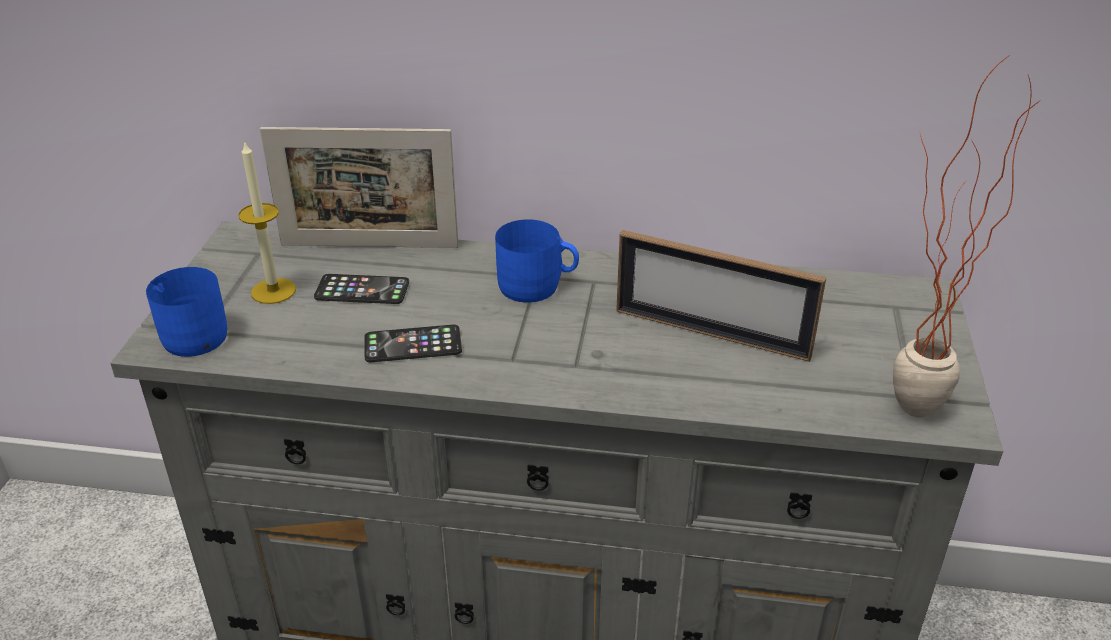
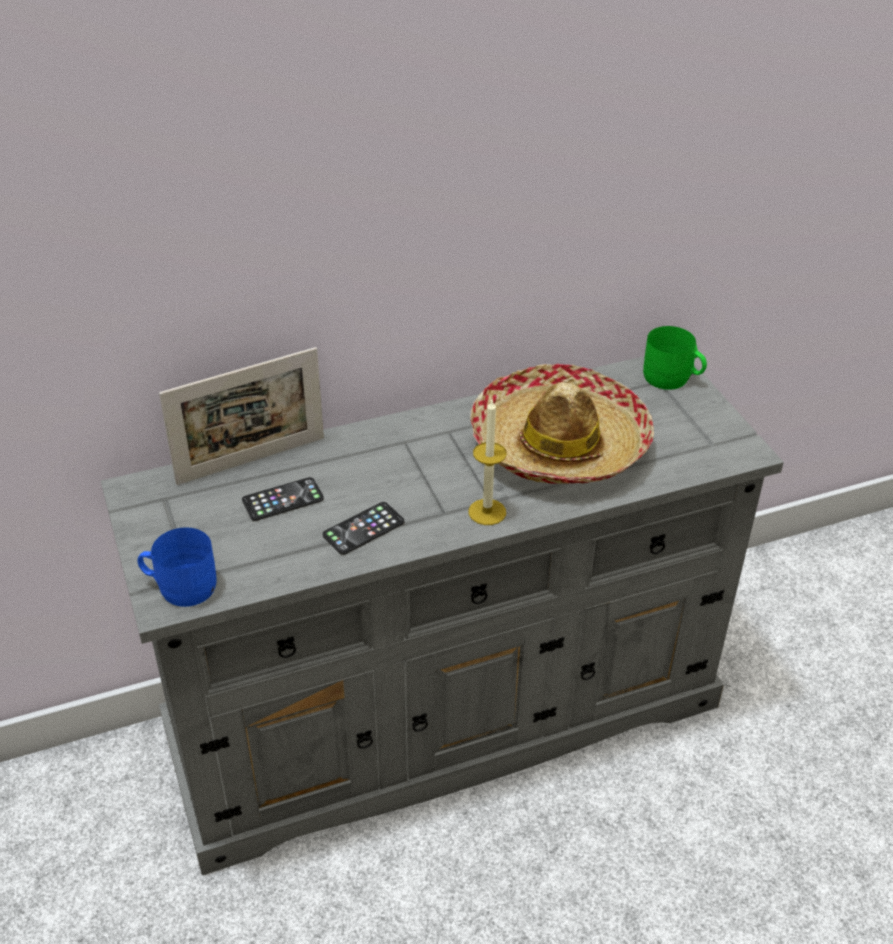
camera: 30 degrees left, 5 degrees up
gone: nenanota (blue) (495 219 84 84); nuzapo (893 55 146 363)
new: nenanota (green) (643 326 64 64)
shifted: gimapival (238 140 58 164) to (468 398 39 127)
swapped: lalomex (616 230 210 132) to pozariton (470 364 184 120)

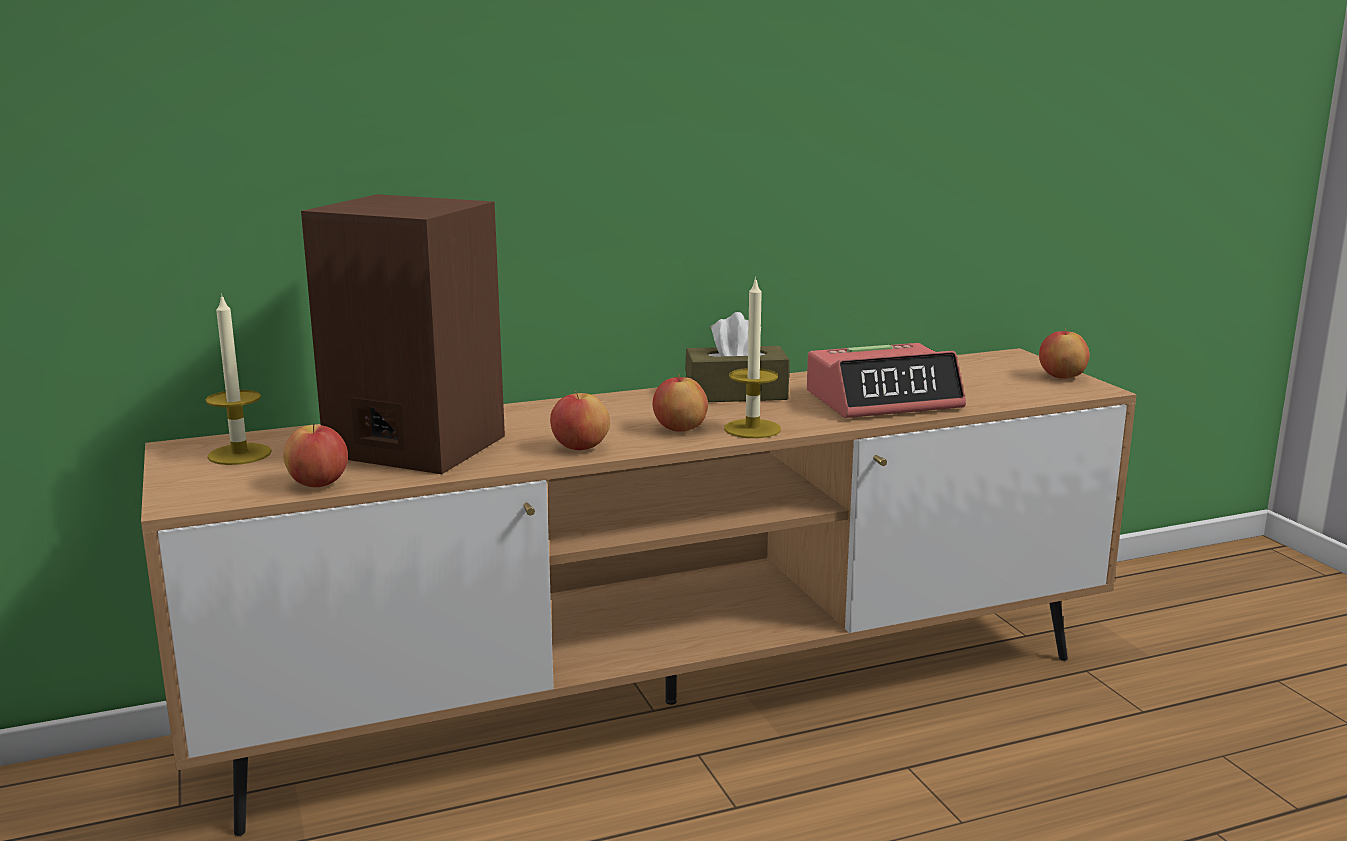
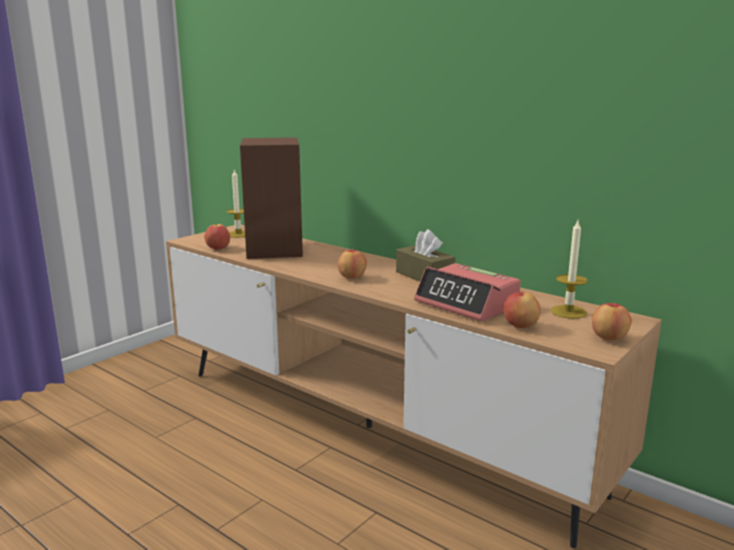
camera: 60 degrees right, 0 degrees up
shifted: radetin (550 391 60 59) to (503 290 38 38); gimapival (724 277 57 161) to (550 221 38 98)

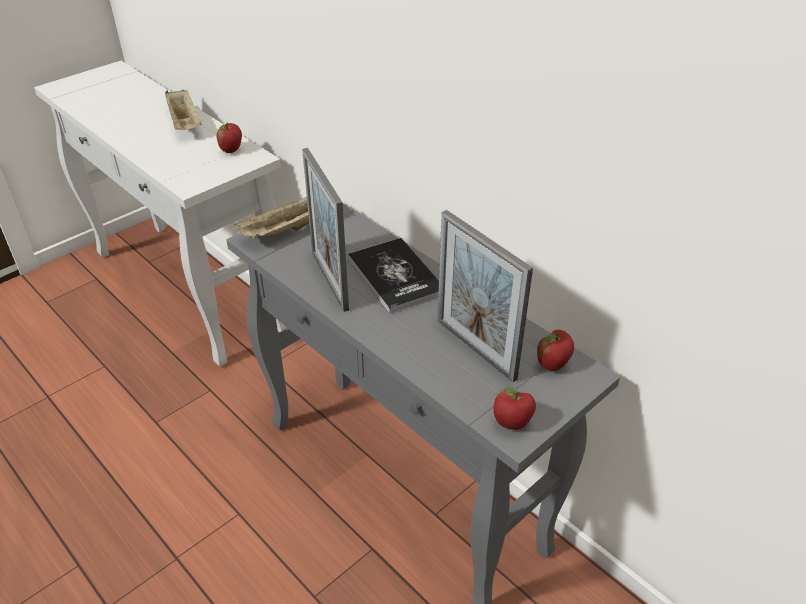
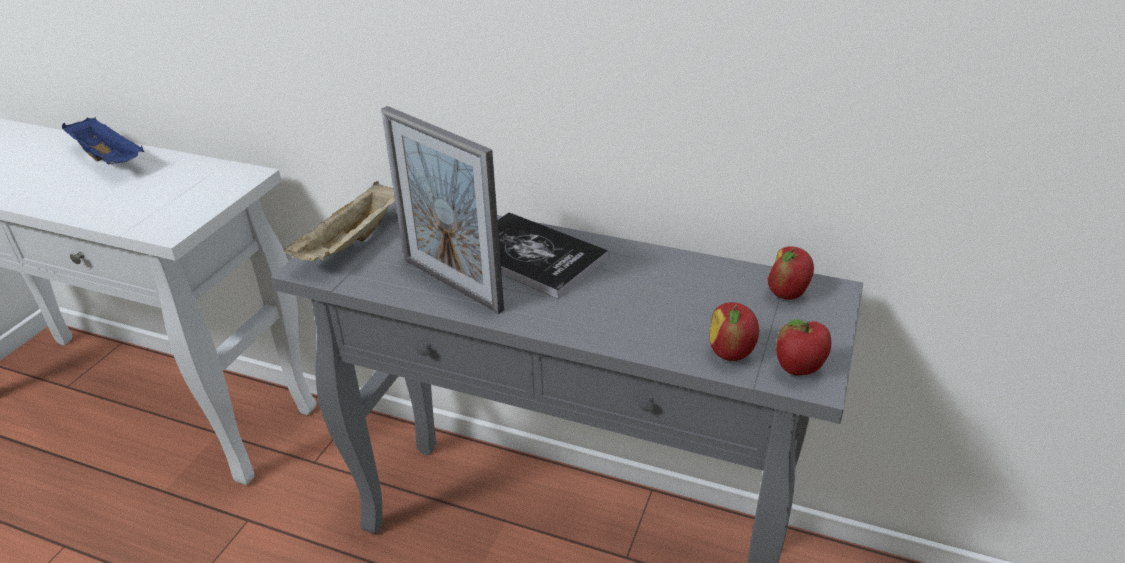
camera: 25 degrees left, 5 degrees down
gone: lalomex (437 210 96 172)
shifted: radetin (217 123 25 30) to (710 302 49 59)
repainted: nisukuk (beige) (165 89 36 41) to nisukuk (blue) (62 117 82 47)

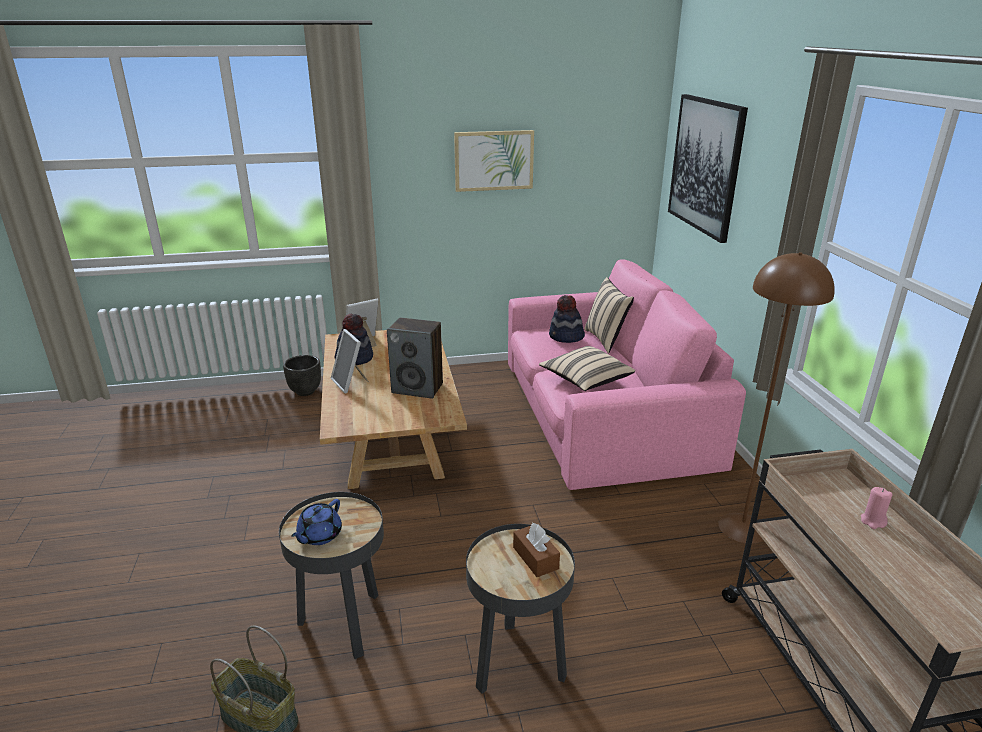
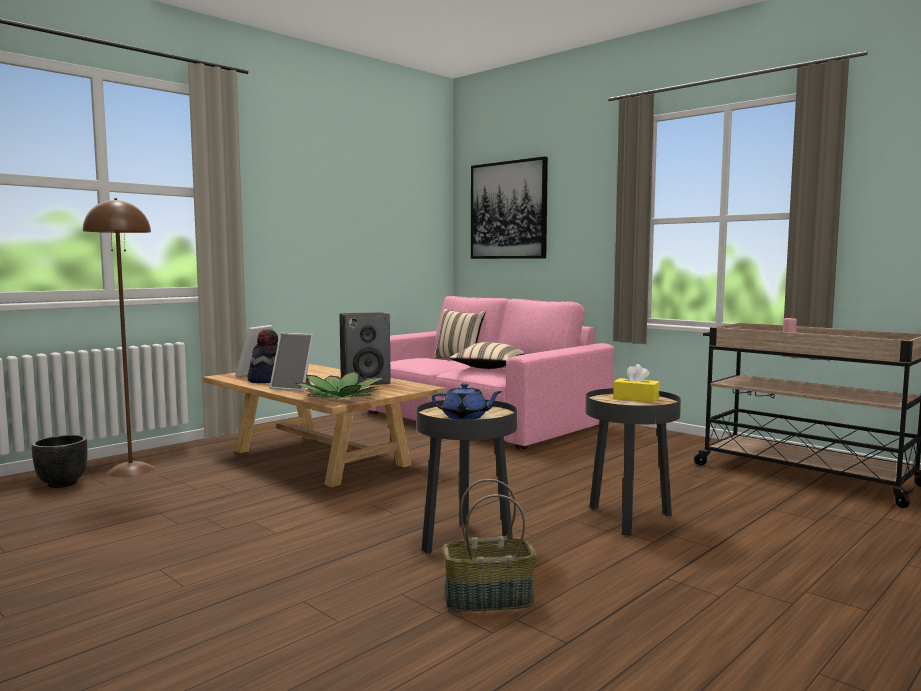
camera: 35 degrees left, 20 degrees down
gone: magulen (454 130 80 62); pozariton (549 295 36 48)
new: nuzapo (295 371 90 28)
shifted: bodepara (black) (283 355 38 41) to (32 435 56 53); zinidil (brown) (718 252 117 292) to (83 198 72 279)
repainted: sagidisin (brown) (513 523 47 54) to sagidisin (yellow) (613 364 47 39)
rotated: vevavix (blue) (291 499 51 46) = (432 383 70 37) 75 degrees counterclockwise

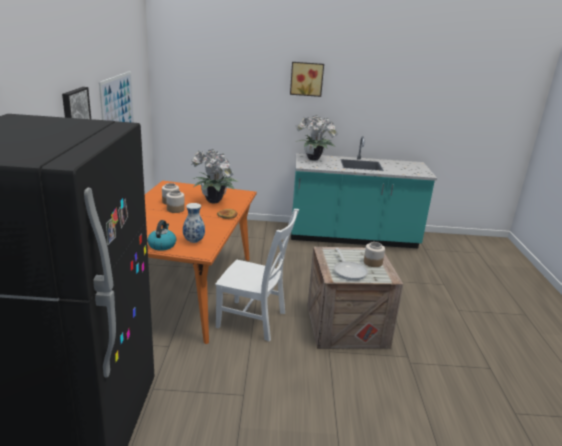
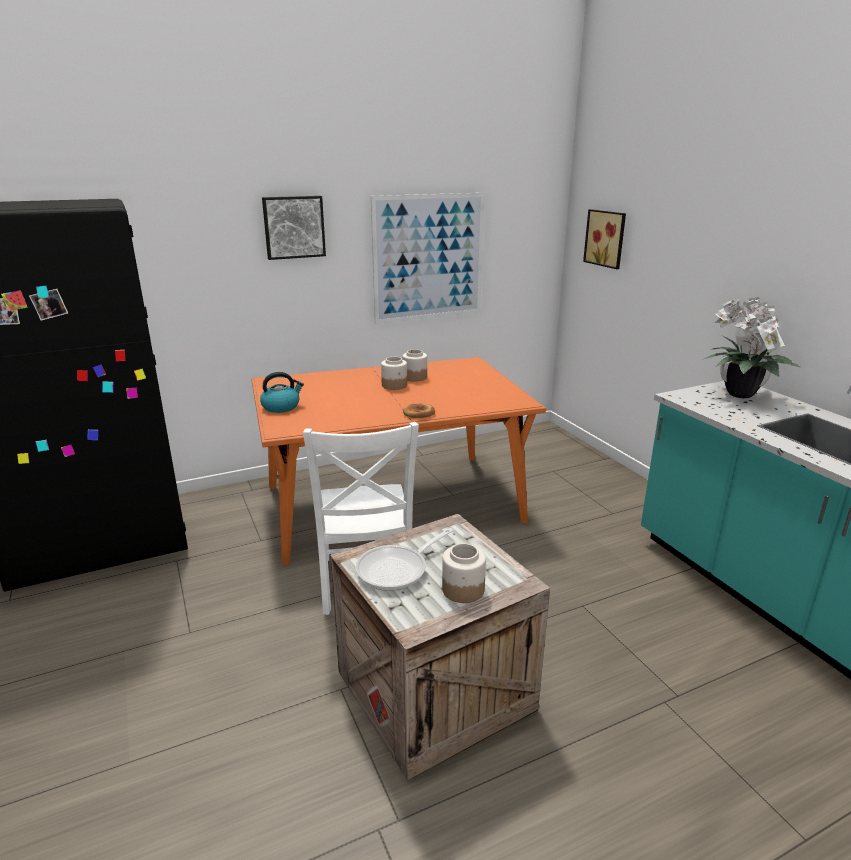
camera: 65 degrees right, 0 degrees up
gone: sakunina (183 203 22 40); nuzapo (191 149 46 54)
shifted: magulen (290 62 34 35) to (583 209 43 60)

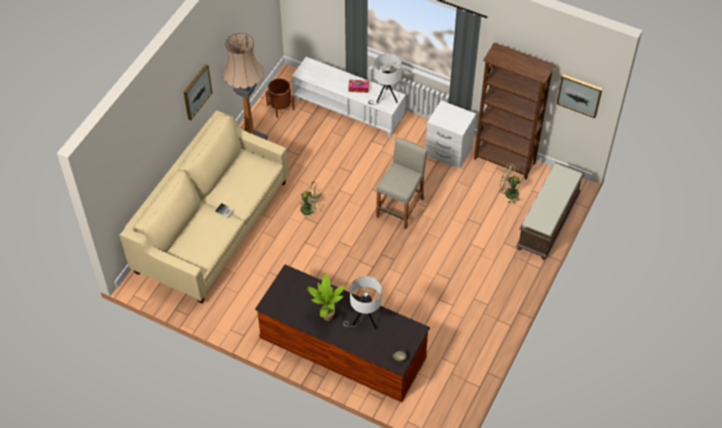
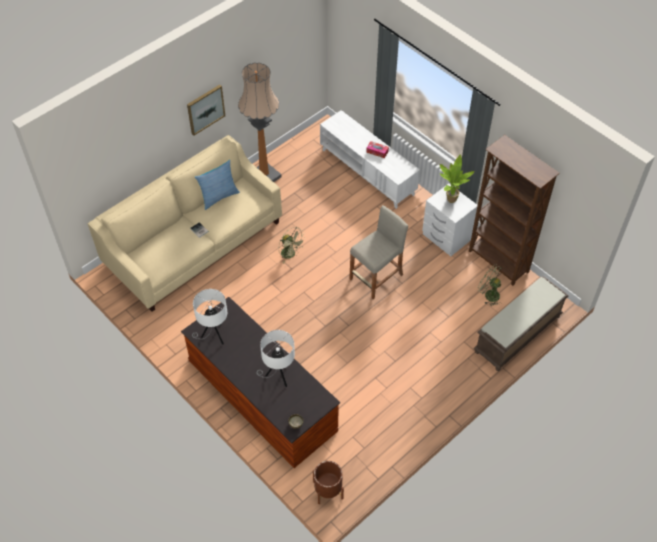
camera: 20 degrees right, 0 degrees up
gone: magulen (557 74 46 44)
new: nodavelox (195 160 45 50)
shifted: bodepara (brown) (266 78 28 40) to (313 461 31 43); nuzapo (307 272 38 49) to (440 155 35 48); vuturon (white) (368 53 34 52) to (192 289 35 56)

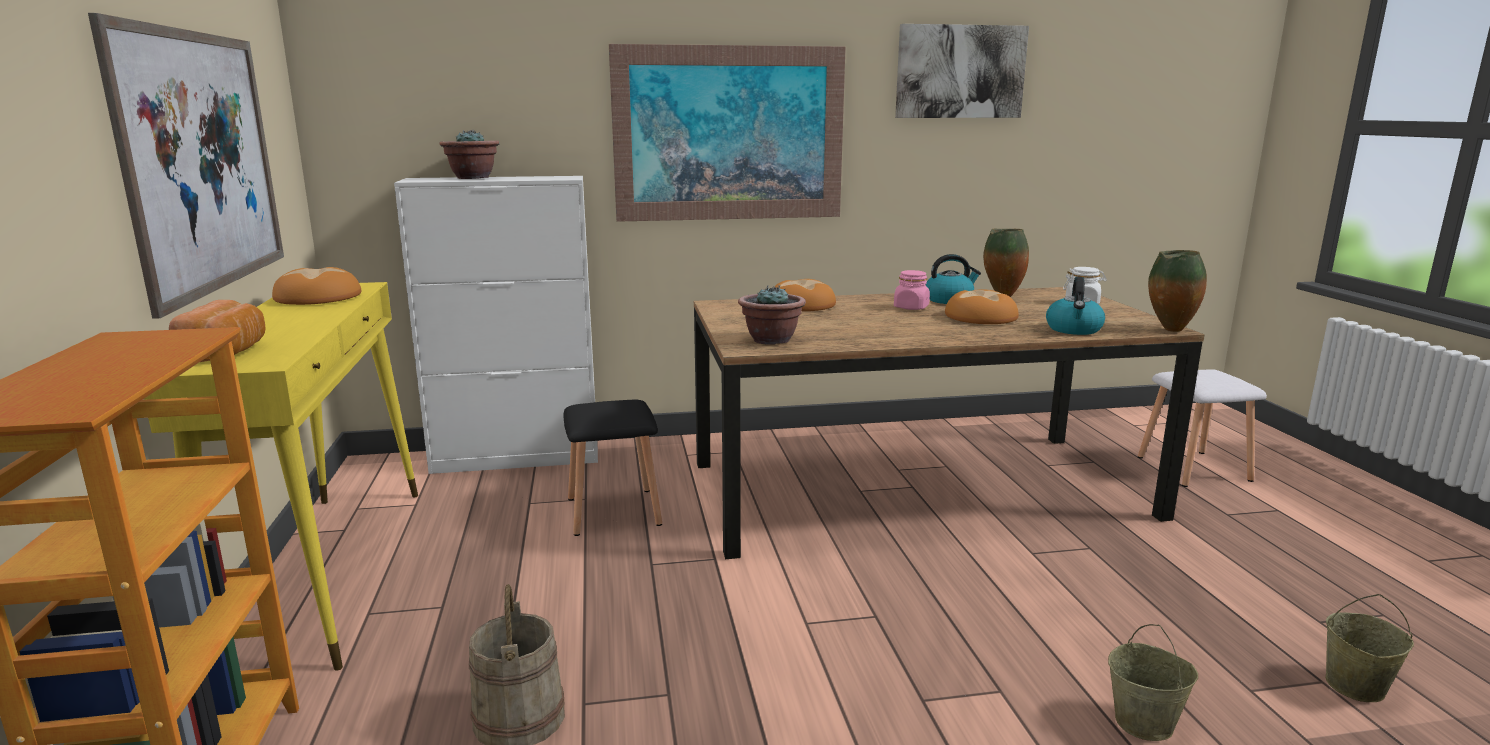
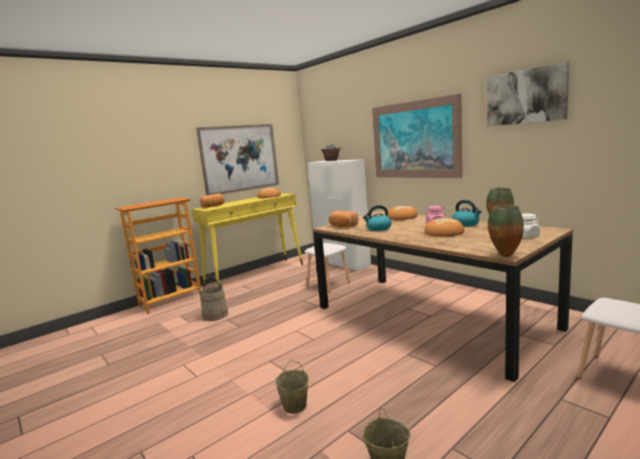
camera: 60 degrees right, 5 degrees down
shifted: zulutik (1046 277 59 58) to (363 205 28 26)
swapped: nuzapo (738 285 68 60) to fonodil (329 210 29 17)
repainted: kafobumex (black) (564 400 98 136) to kafobumex (white) (305 243 45 50)

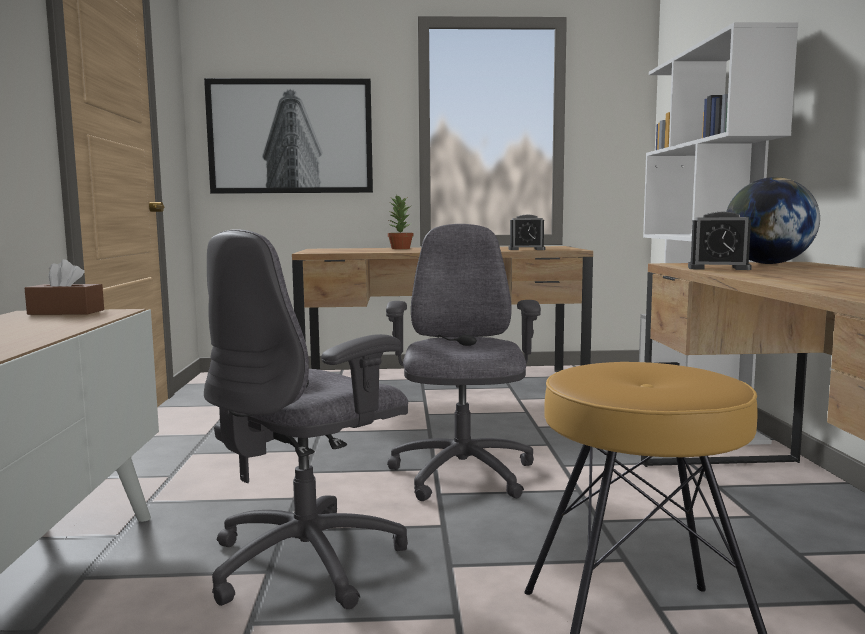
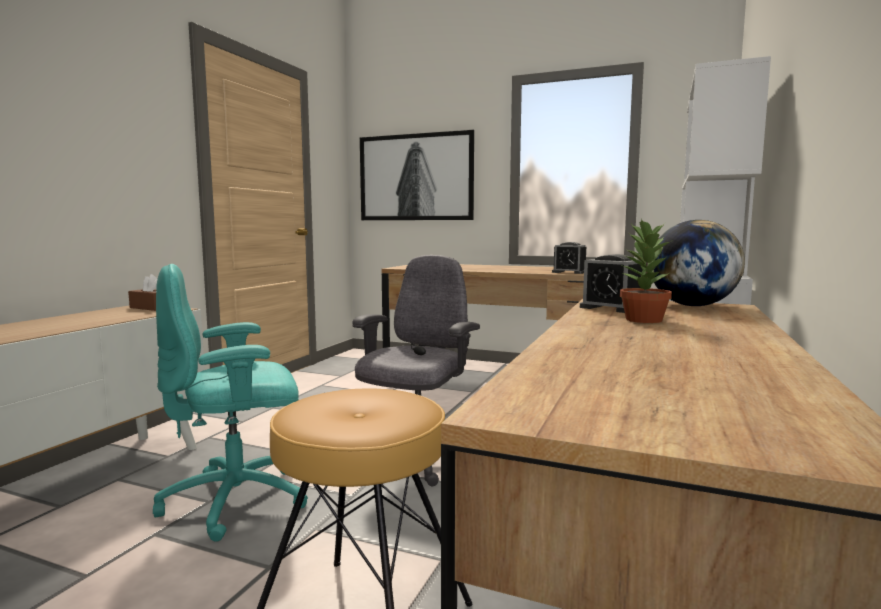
camera: 25 degrees right, 0 degrees up
shifted: nuzapo (388 195 25 54) to (620 219 53 104)
repainted: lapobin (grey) (204 229 204 380) to lapobin (turquoise) (153 264 155 278)

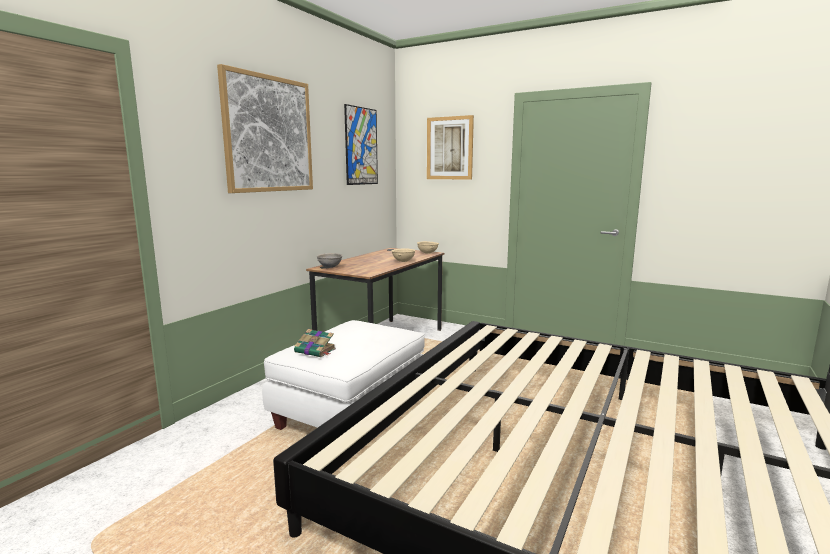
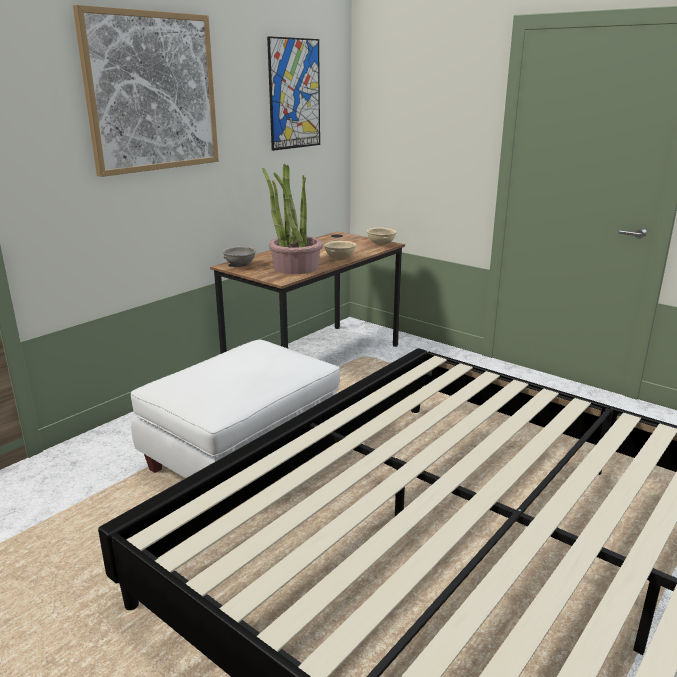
camera: 10 degrees right, 10 degrees up
gone: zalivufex (294 329 42 28); magulen (427 115 47 65)
new: nuzapo (262 164 61 110)

